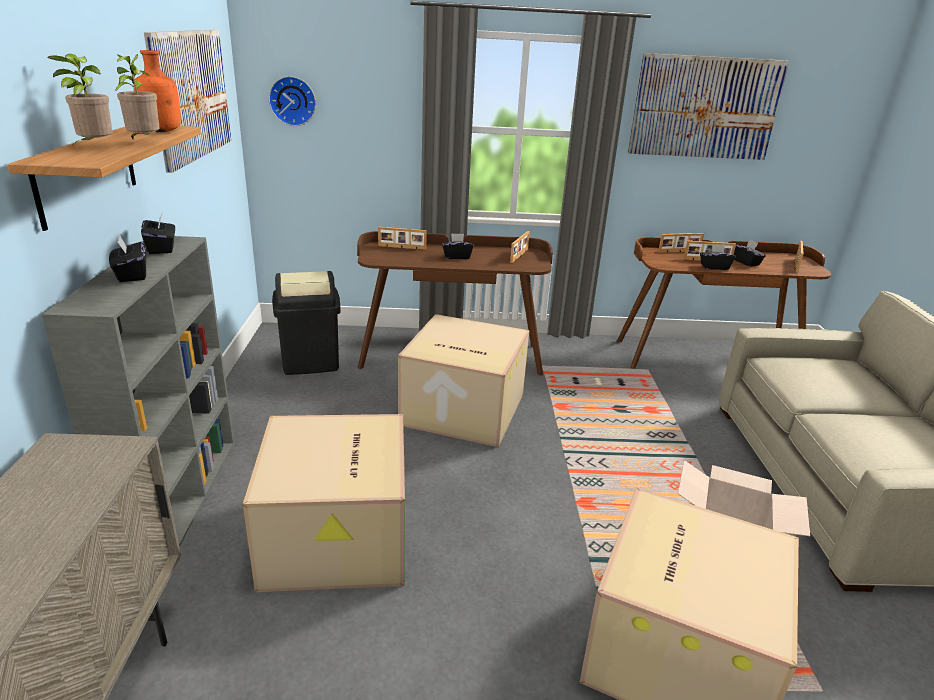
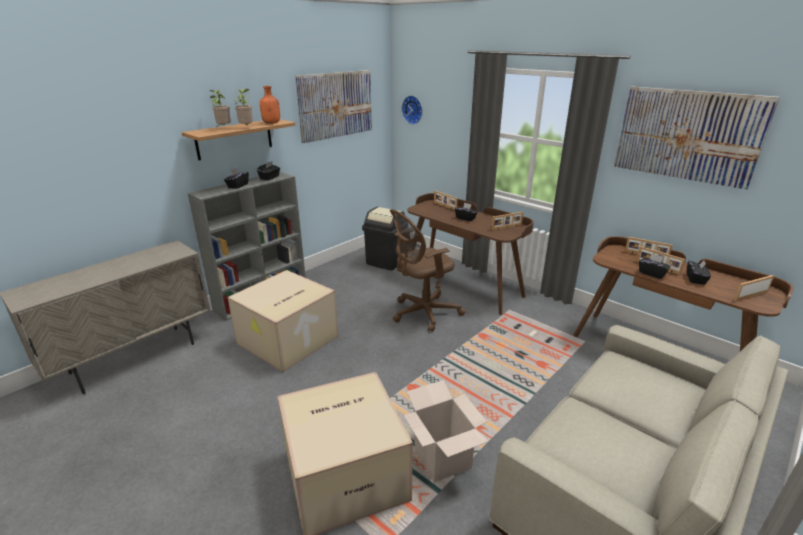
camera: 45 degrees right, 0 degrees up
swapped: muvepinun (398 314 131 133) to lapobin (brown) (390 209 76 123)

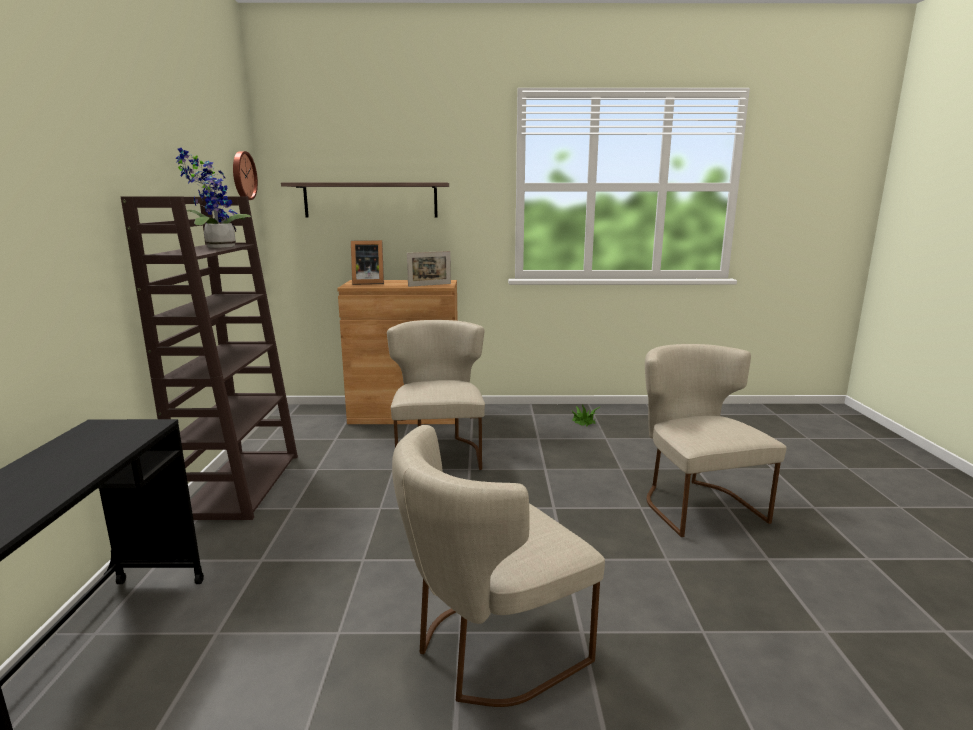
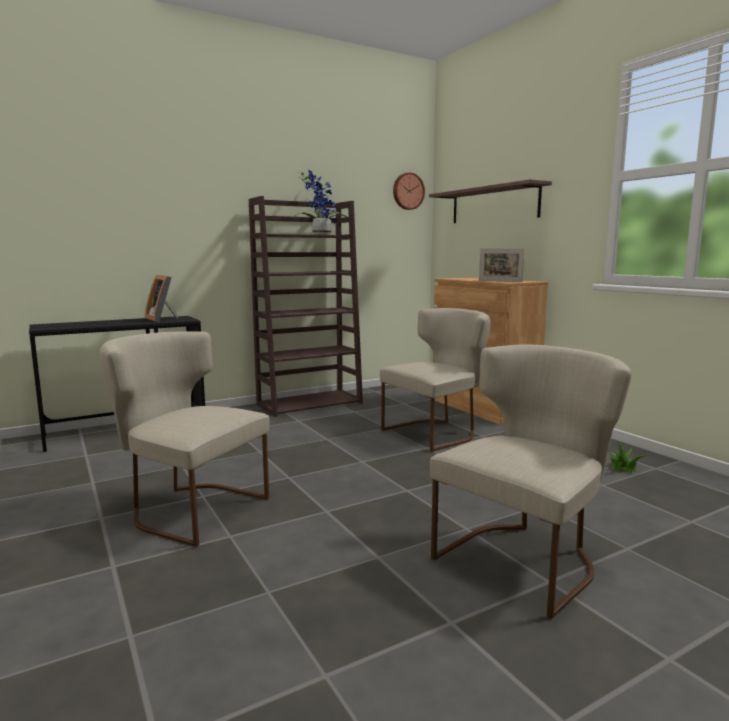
camera: 60 degrees right, 5 degrees down
shifted: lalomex (351 240 33 45) to (145 275 33 47)

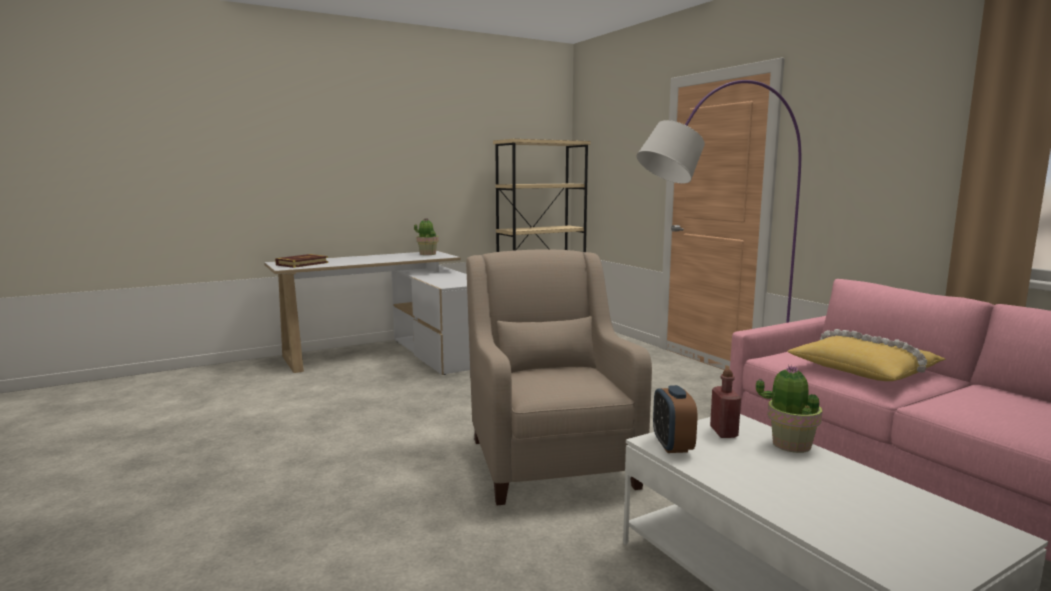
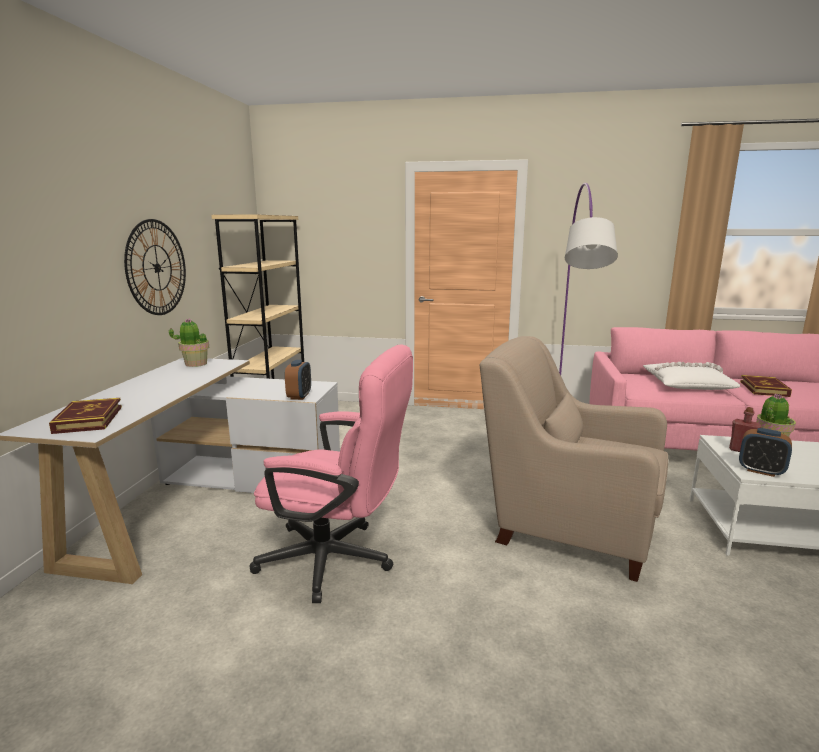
camera: 50 degrees left, 5 degrees up
new: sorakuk (124 219 62 96); lapobin (pink) (250 344 163 259); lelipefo (285 360 26 40); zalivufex (740 375 52 22)
repainted: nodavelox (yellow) (787 329 159 52) to nodavelox (white) (643 362 97 28)

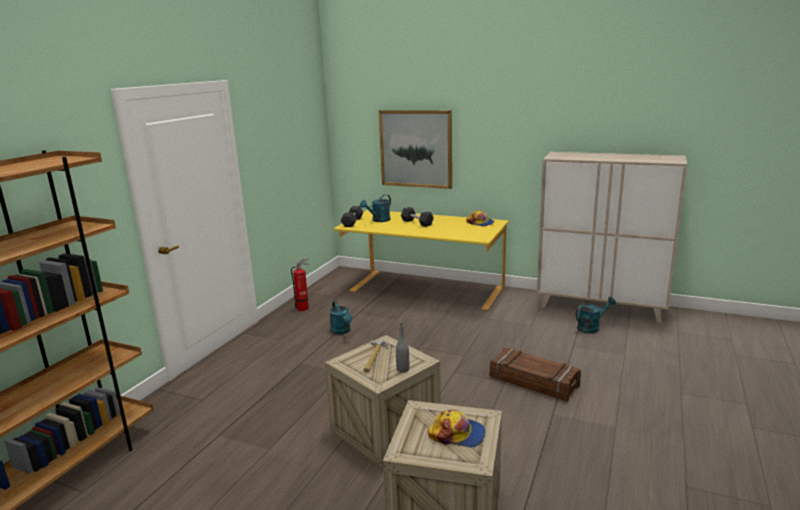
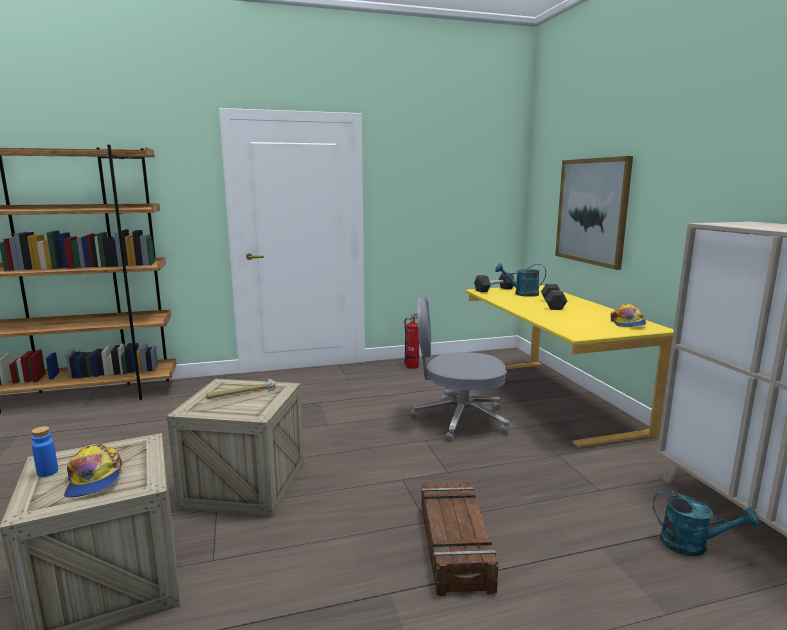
camera: 50 degrees right, 5 degrees down
gone: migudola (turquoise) (329 301 23 34); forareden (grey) (396 323 13 50)
new: forareden (blue) (31 426 27 51); lapobin (grey) (410 296 99 146)

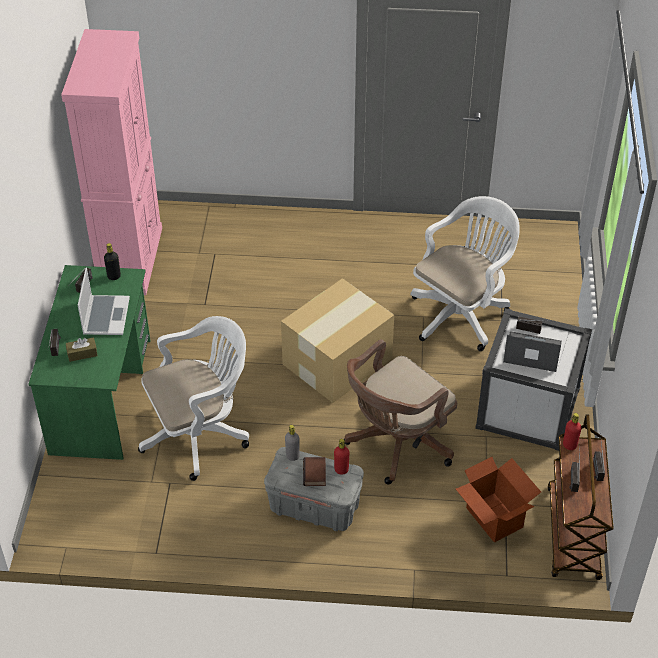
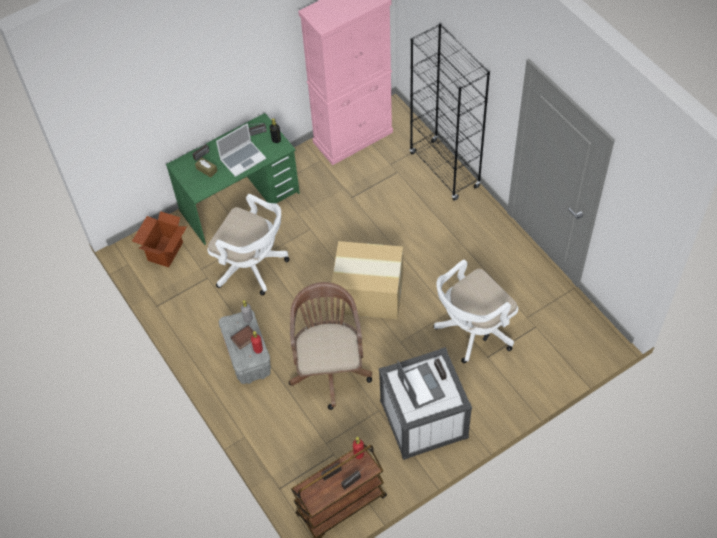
camera: 55 degrees right, 10 degrees up
new: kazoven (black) (409 23 81 178)
shifted: muvepinun (456 457 85 86) to (132 211 55 56)
rotated: lapobin (brown) (344 339 113 146) = (289 282 83 128) 75 degrees clockwise; lapobin (white) (410 196 110 155) = (433 259 85 104) 135 degrees clockwise

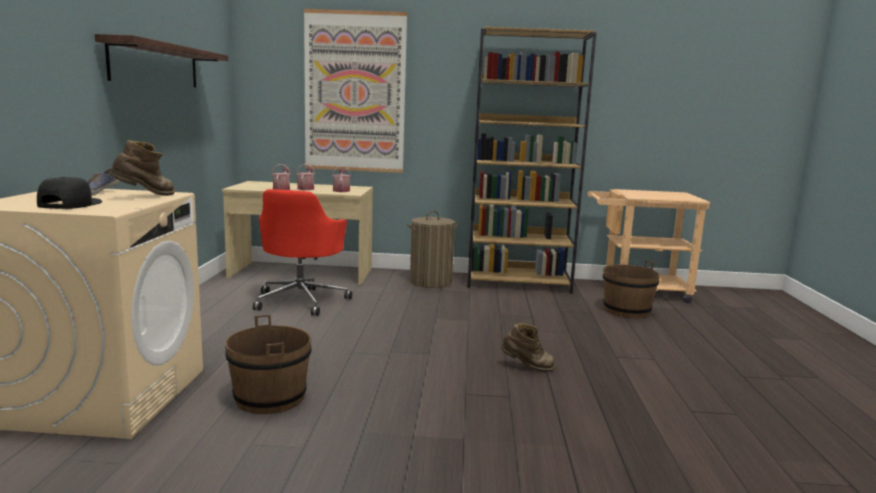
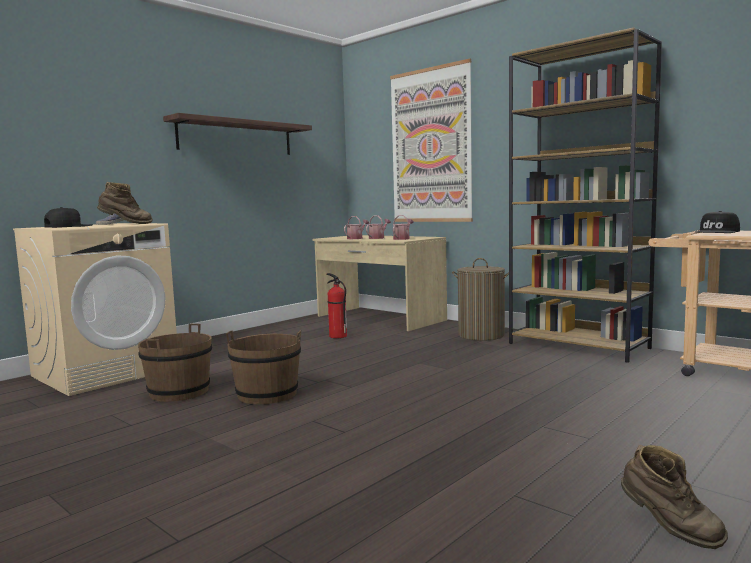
camera: 40 degrees right, 5 degrees down
new: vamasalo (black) (695 211 45 22)
shifted: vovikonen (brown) (501 323 55 49) to (621 445 107 104); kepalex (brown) (603 260 57 58) to (226 330 75 74)
swapped: lapobin (red) (253 189 99 127) to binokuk (326 273 21 65)

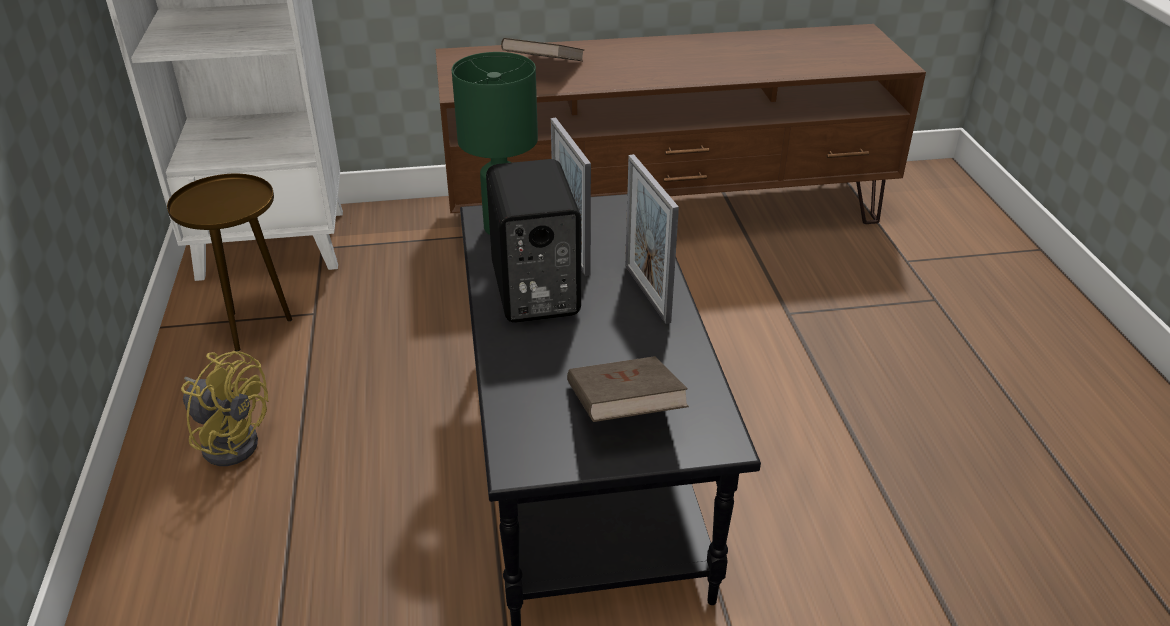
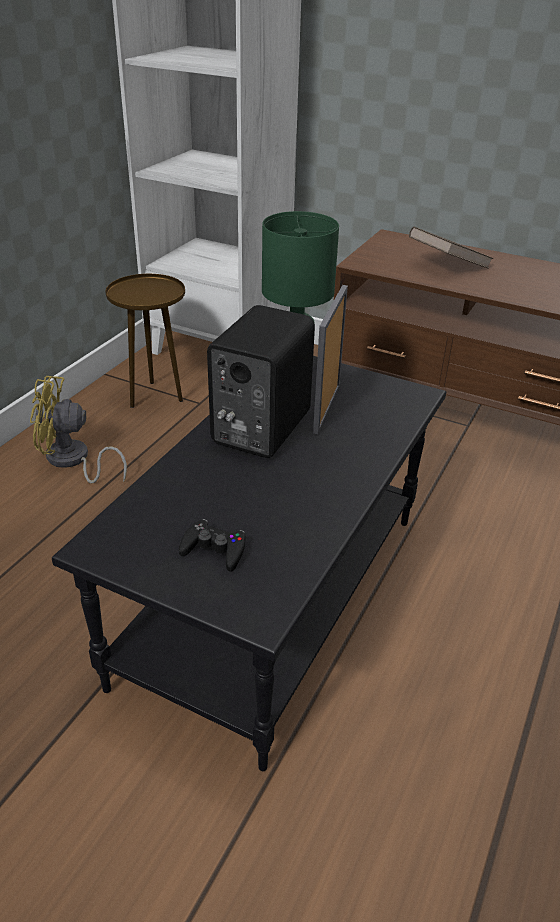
camera: 35 degrees right, 0 degrees up
gone: lalomex (625 154 54 170)
swapped: zalivufex (brown) (567 356 122 66) to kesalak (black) (179 519 66 53)
rotated: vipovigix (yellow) (181 351 88 115) = (30 376 97 107) 120 degrees clockwise

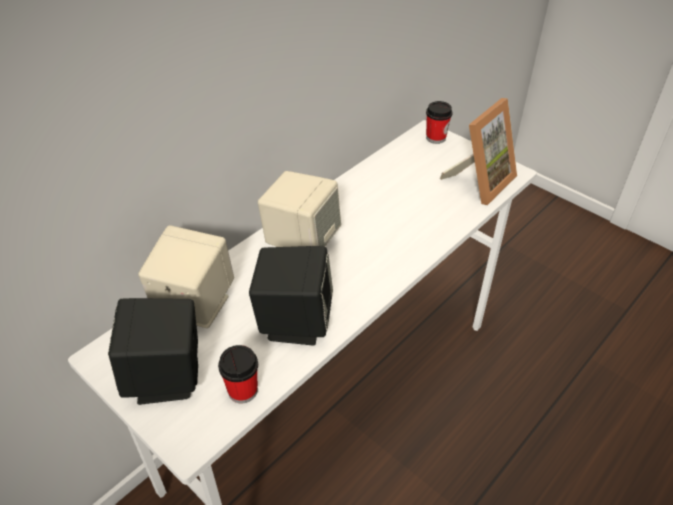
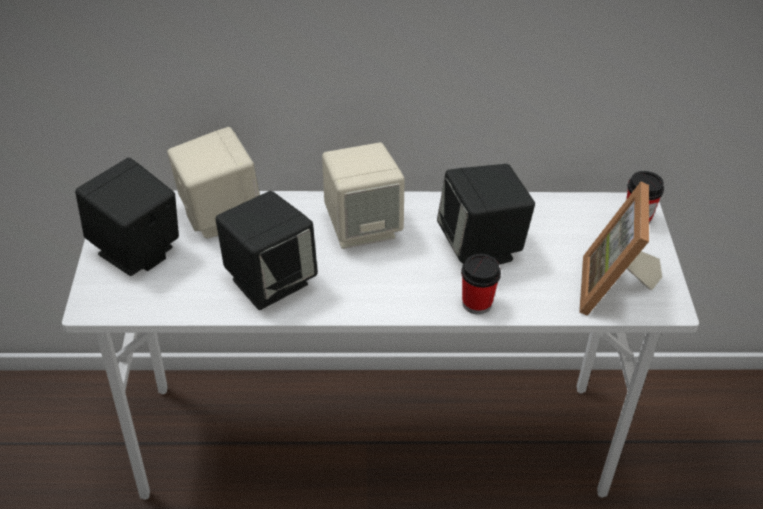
camera: 45 degrees right, 0 degrees up
new: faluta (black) (437 164 98 101)
shifted: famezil (218 345 40 58) to (461 254 40 60)
rotated: lalomex (440 98 77 107) = (579 182 83 134) 105 degrees clockwise

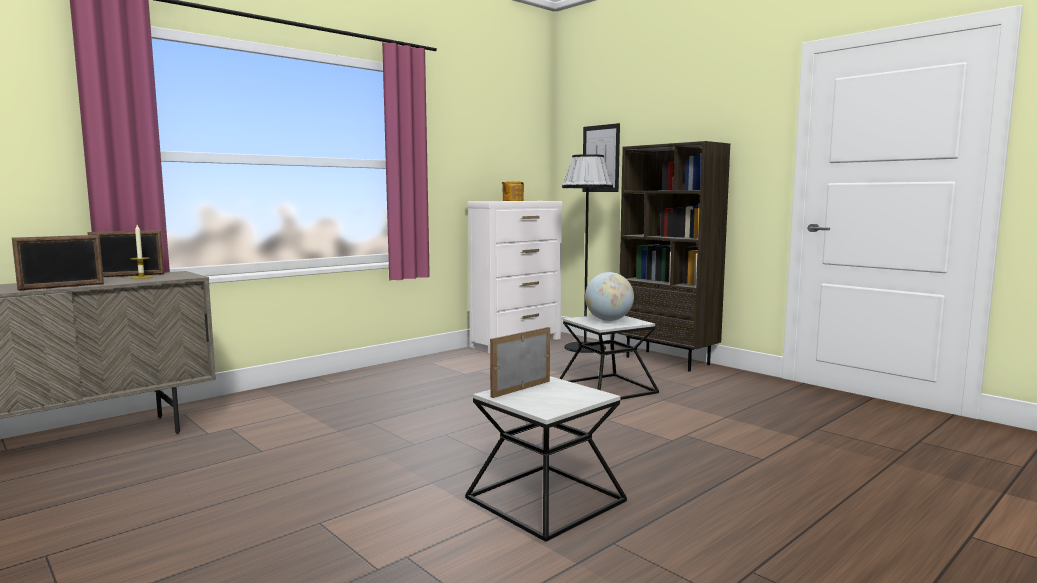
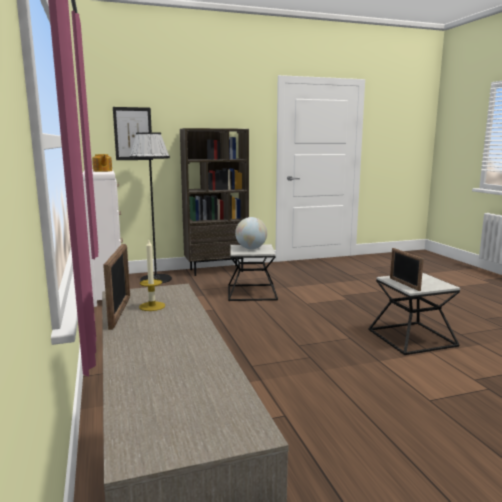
camera: 65 degrees left, 5 degrees up
gone: lalomex (12 235 92 56)

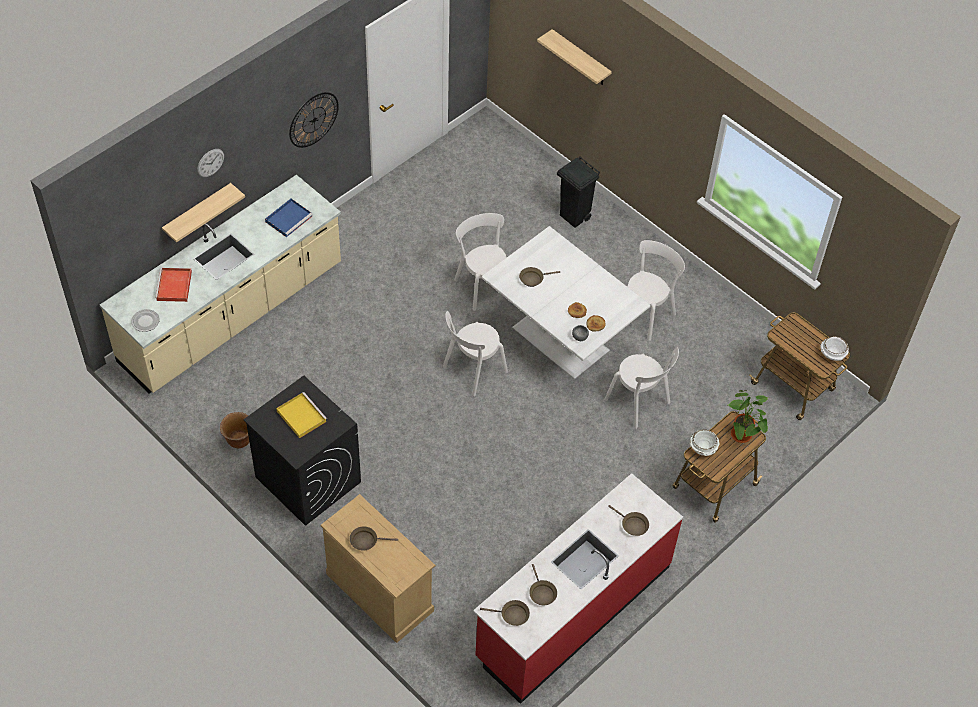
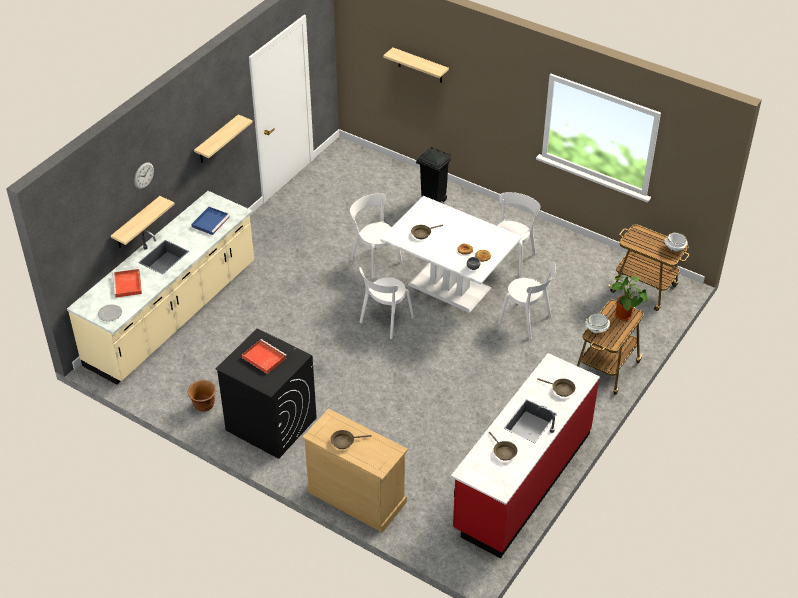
camera: 10 degrees left, 10 degrees down
gone: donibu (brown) (480 600 50 26)
swapped: sorakuk (289 92 50 56) to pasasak (194 115 59 48)
repainted: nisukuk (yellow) (276 392 51 46) to nisukuk (red) (242 339 44 35)

